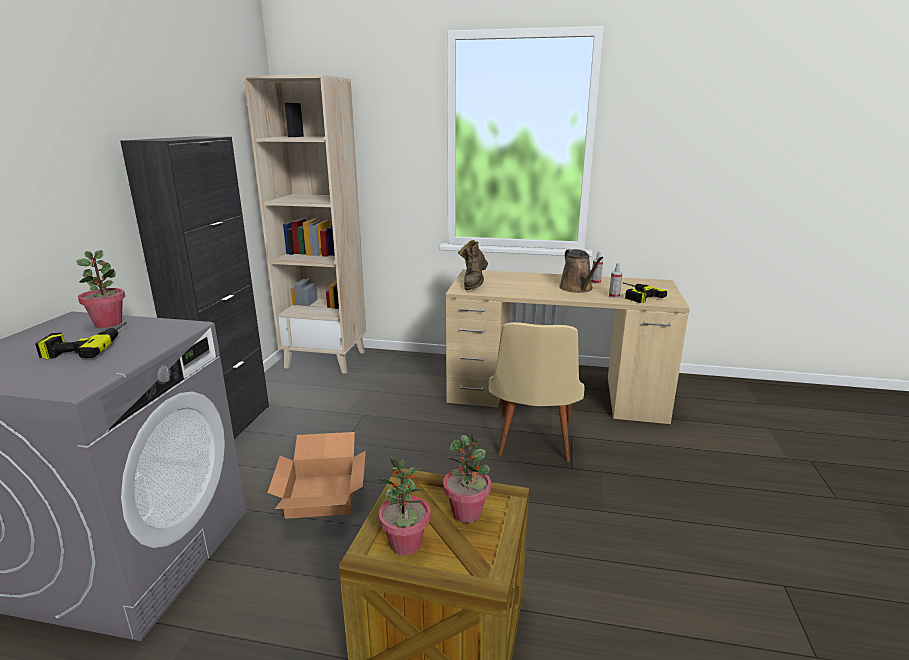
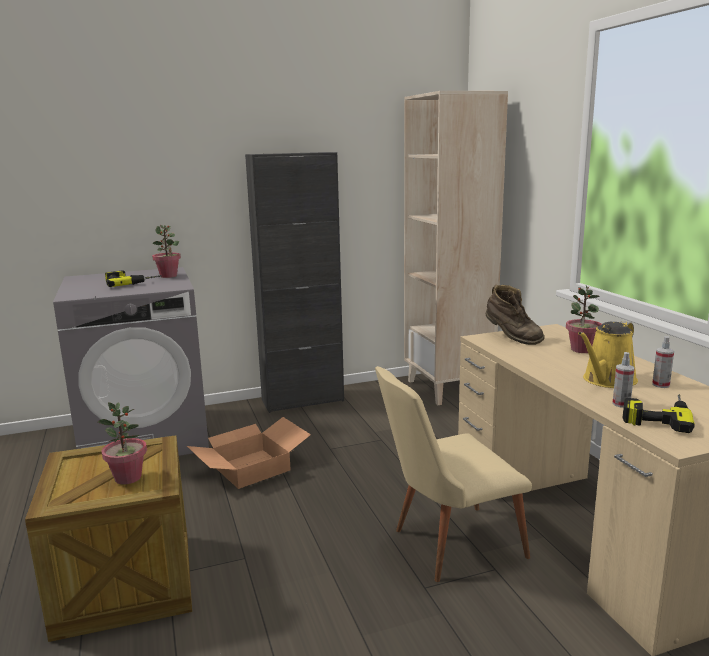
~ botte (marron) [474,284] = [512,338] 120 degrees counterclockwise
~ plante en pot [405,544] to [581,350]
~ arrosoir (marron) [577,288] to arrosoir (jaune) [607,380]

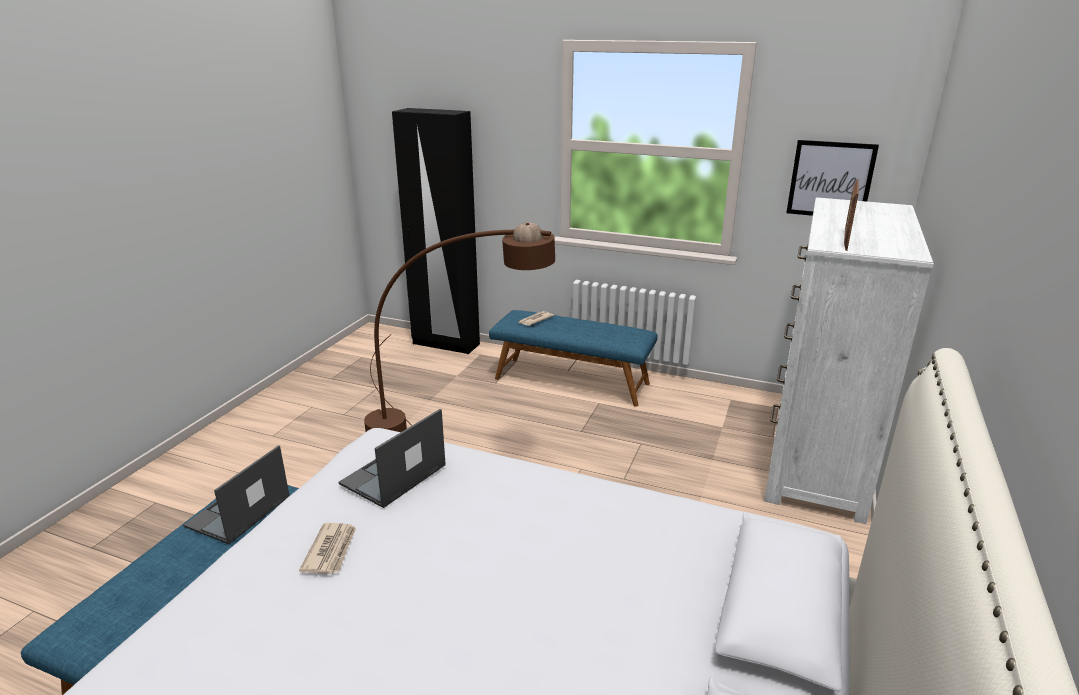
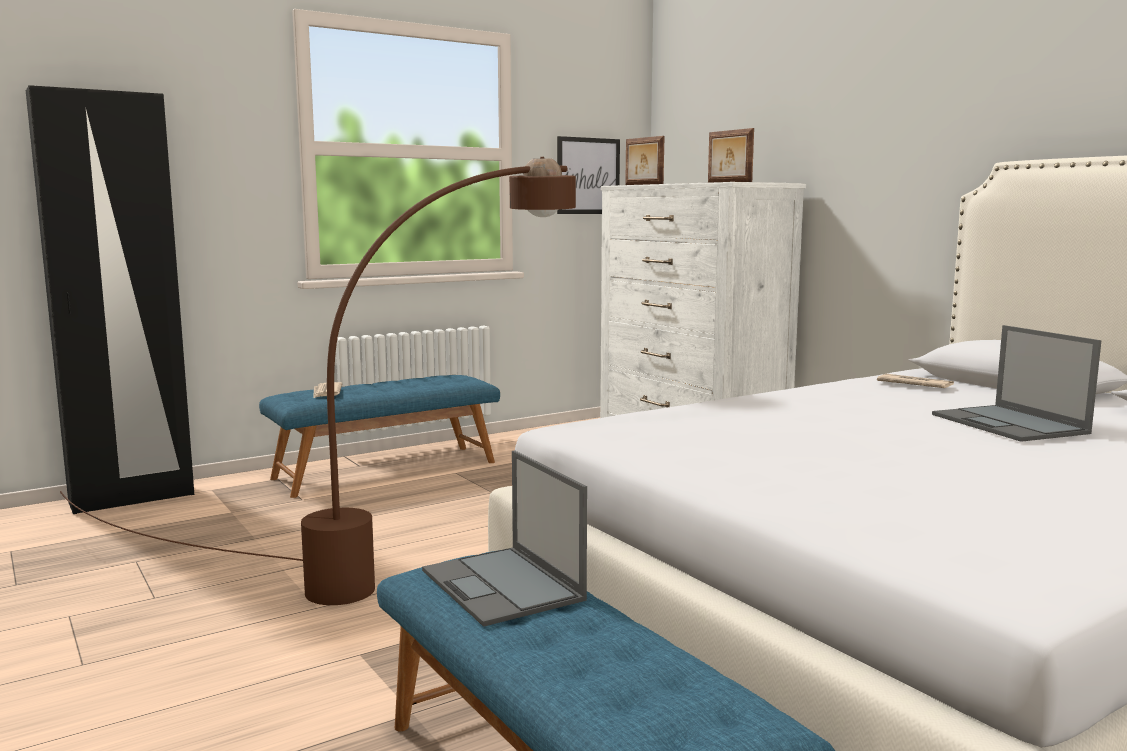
+ cadre photo [643,184]
~ journal [331,550] to [914,385]
~ ordinateur portable [392,475] to [1010,424]

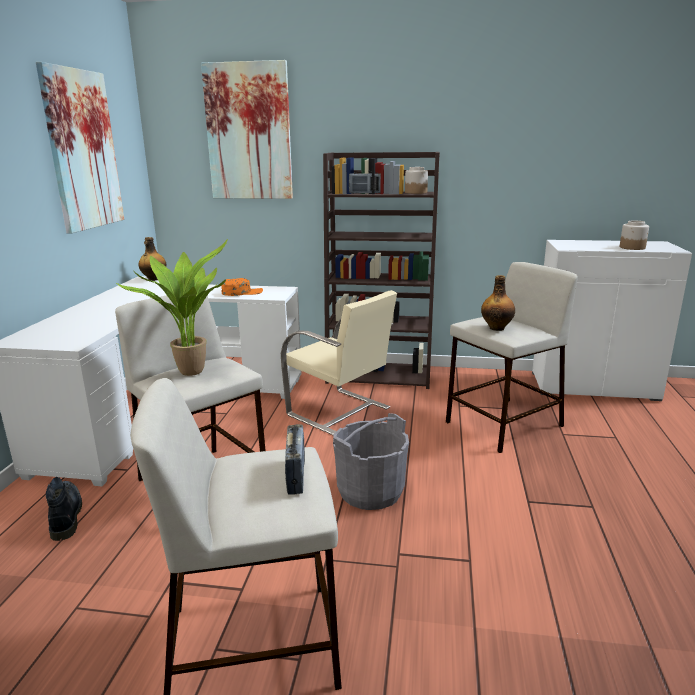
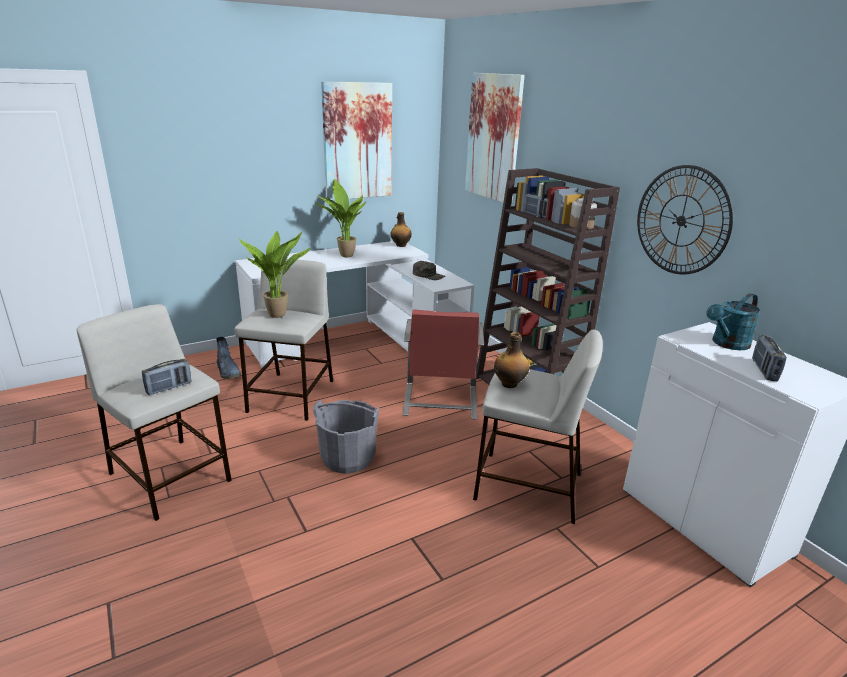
~ botte [65,514] = [229,372] 120 degrees clockwise
+ plante en pot [344,256]
~ chaise (beige) [340,412] to chaise (rouge) [439,401]
~ casquette (orange) [242,292] to casquette (vert) [428,275]
+ horloge murale [681,220]
+ arrosoir (turquoise) [727,344]
~ bocal [632,247] to radio [764,370]

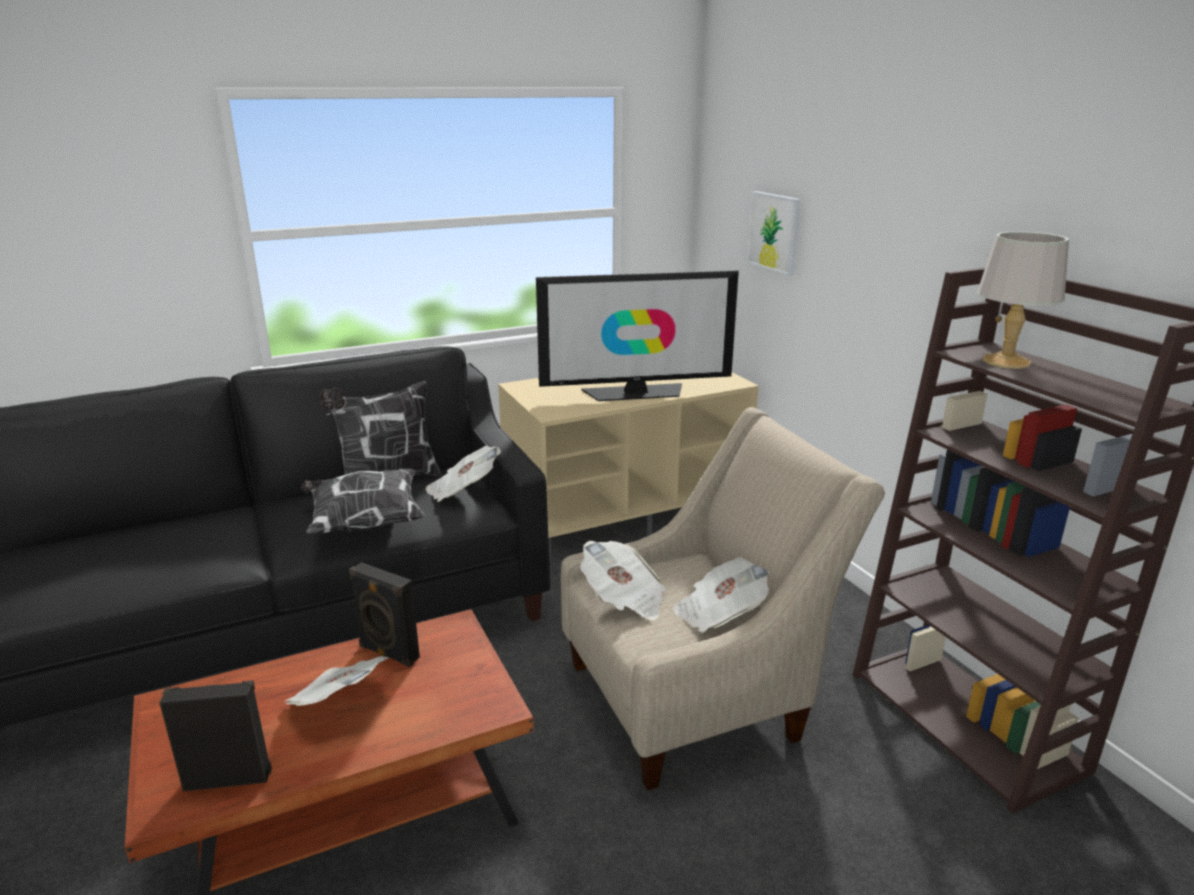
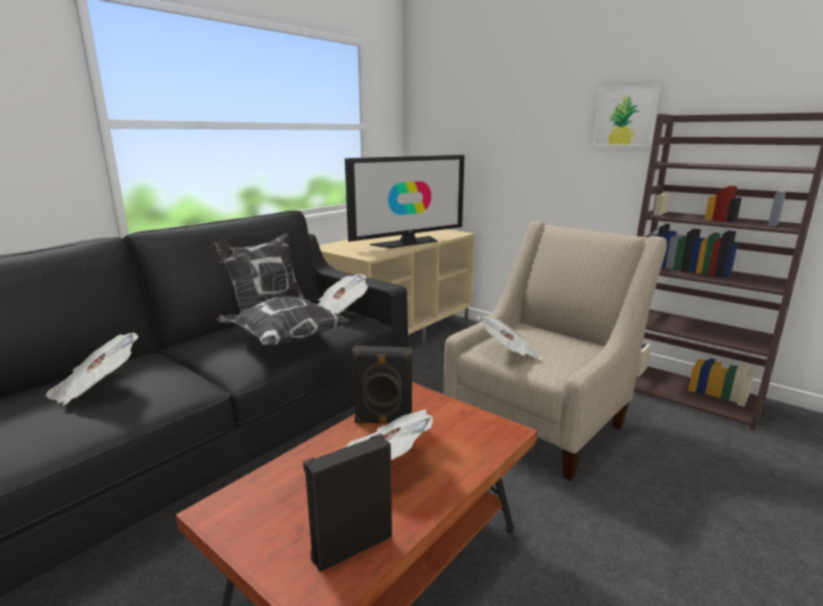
~ journal [720,614] to [96,388]
~ tableau [774,232] to [624,116]
- lampe de table (gris) [1006,362]

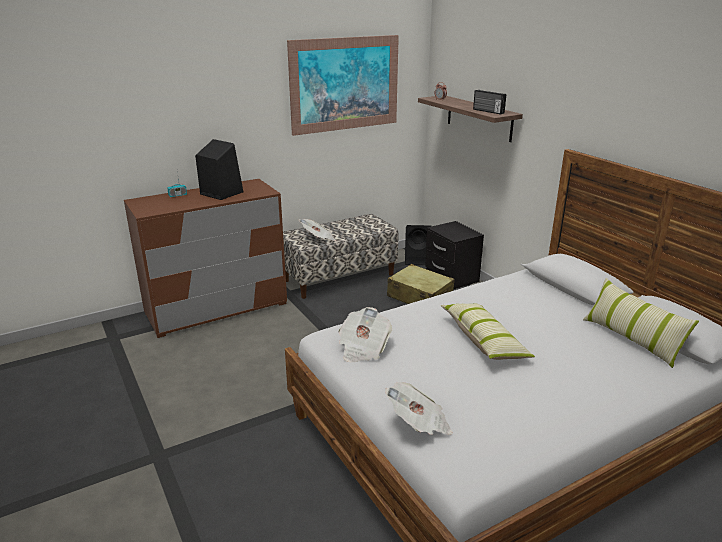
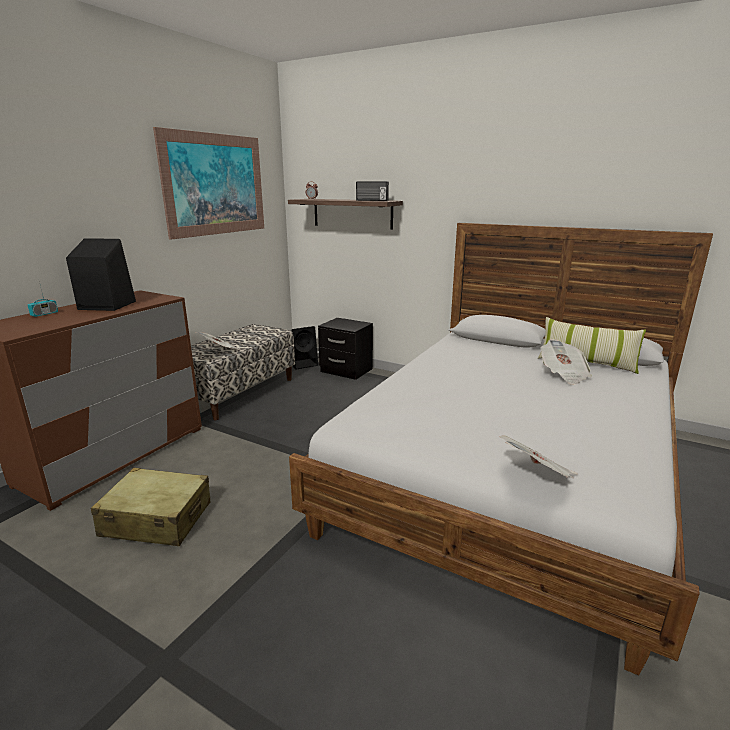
~ valise (beige) [419,297] to [157,519]
~ journal [363,348] to [563,374]
- coussin [484,340]

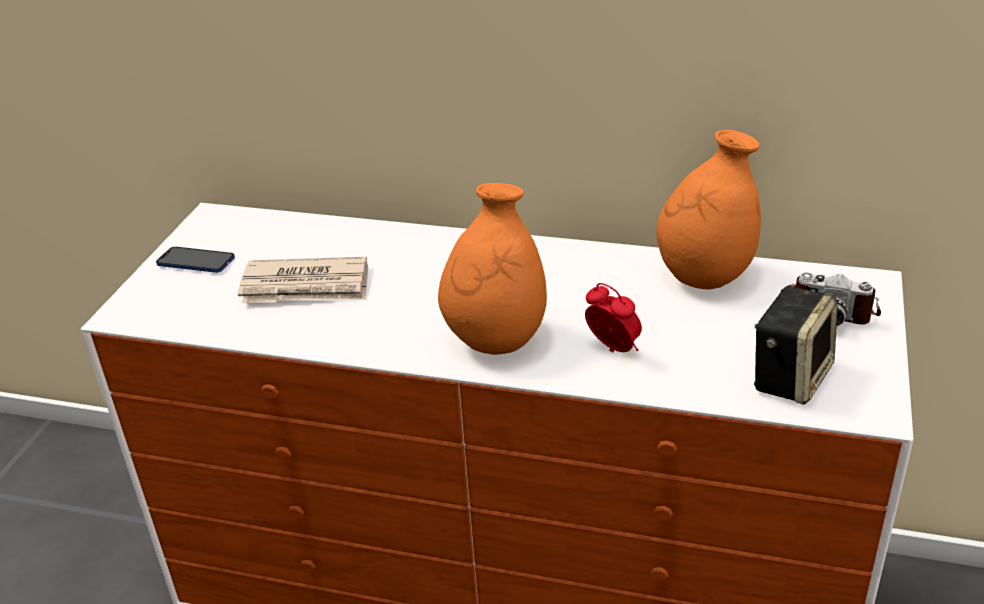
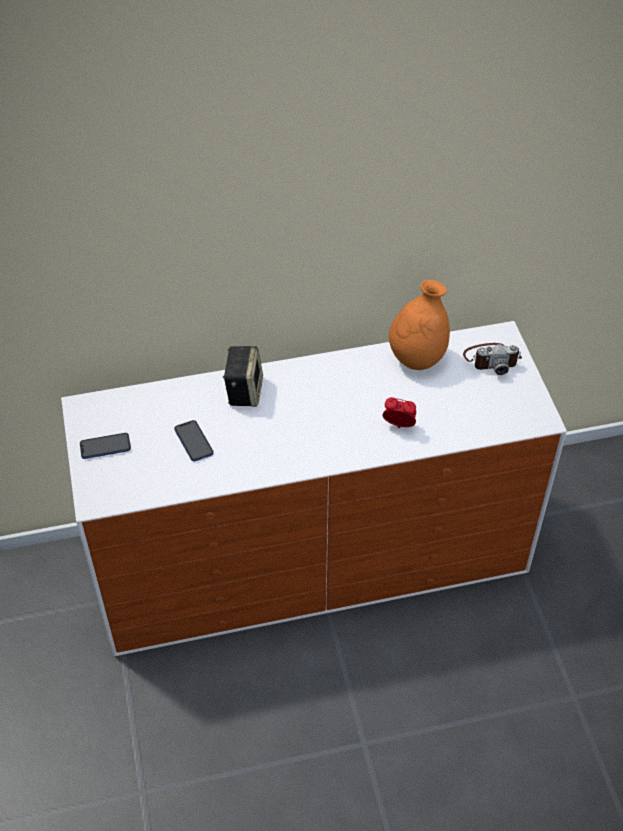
~ journal [306,286] to téléphone [194,441]
~ enceinte [790,376] to [243,390]
- vase (orange) [496,340]

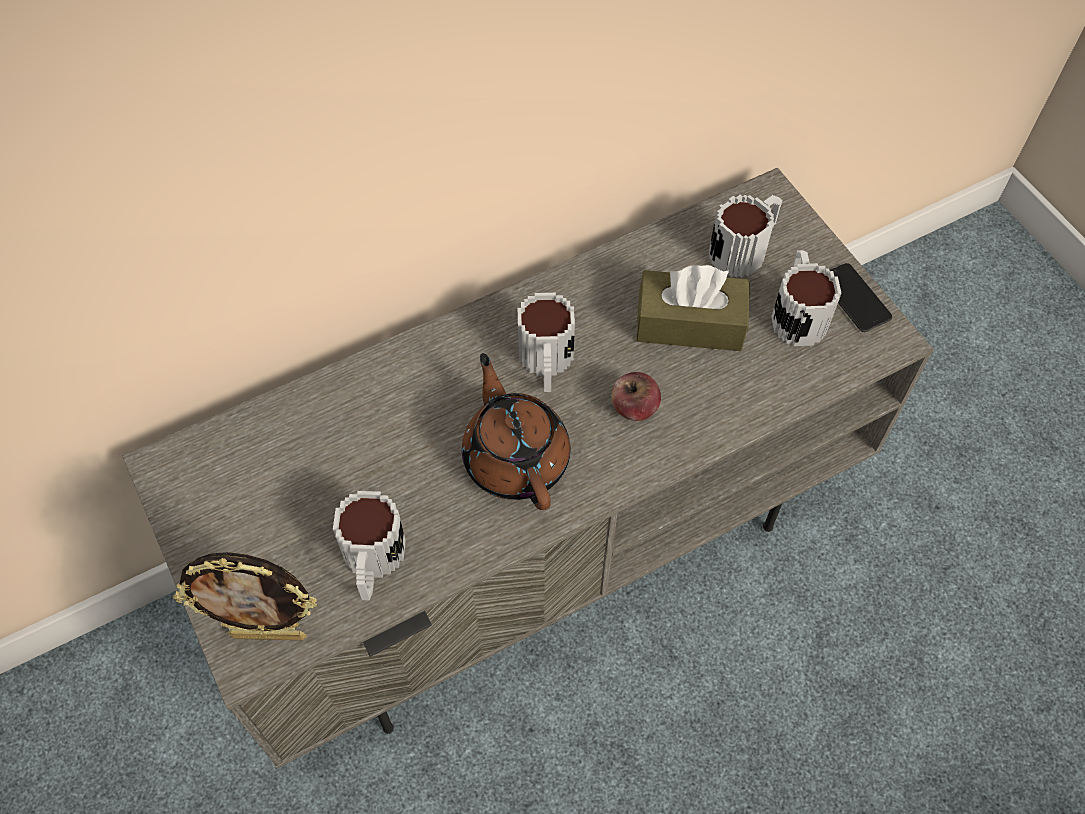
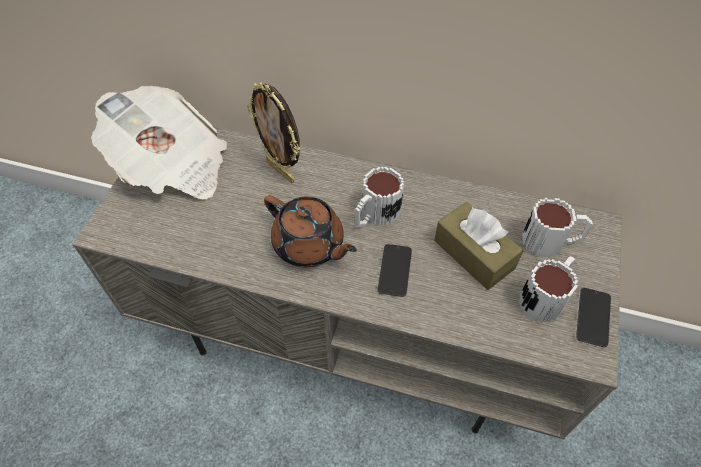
+ journal [172,166]
~ cadre photo [269,634] to [281,171]
~ théière (marron) [516,457] = [309,245] 105 degrees clockwise
~ pomme [634,407] to téléphone [394,270]
- mug [373,563]

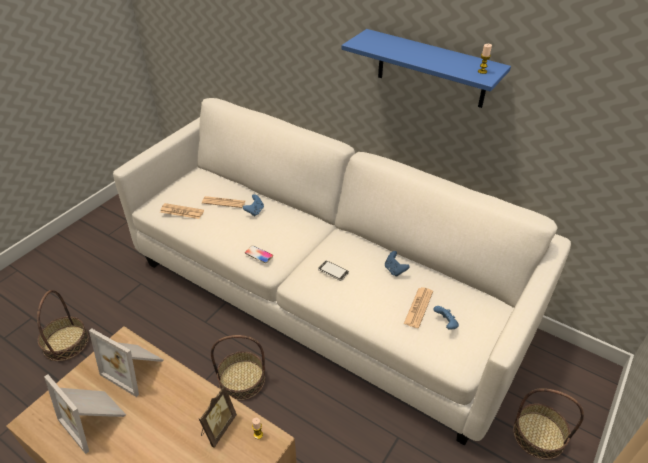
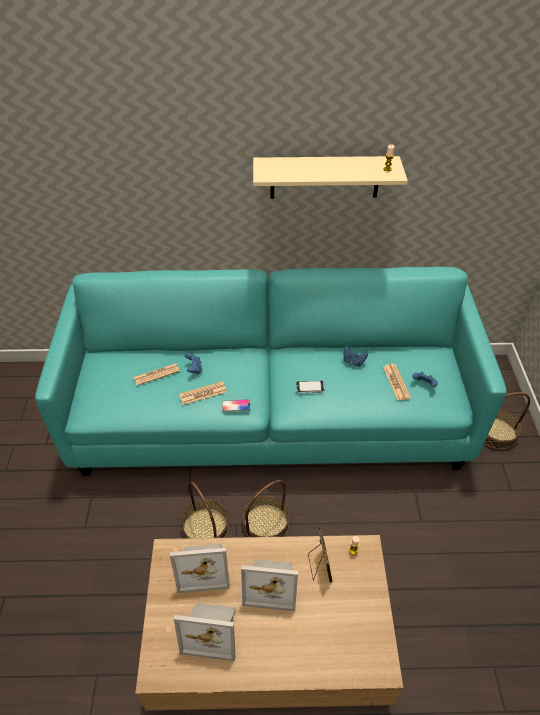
~ canapé (blanc) [324,296] to canapé (turquoise) [270,415]
~ journal [182,211] to [203,393]
~ panier [66,343] to [205,528]
+ cadre photo [271,583]
~ étagère (bleu) [431,69] to étagère (beige) [325,177]

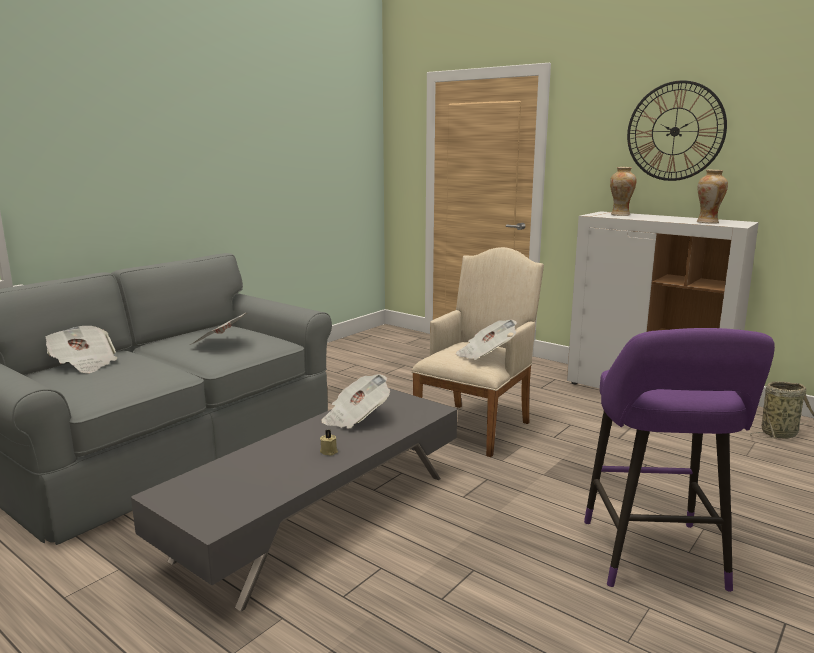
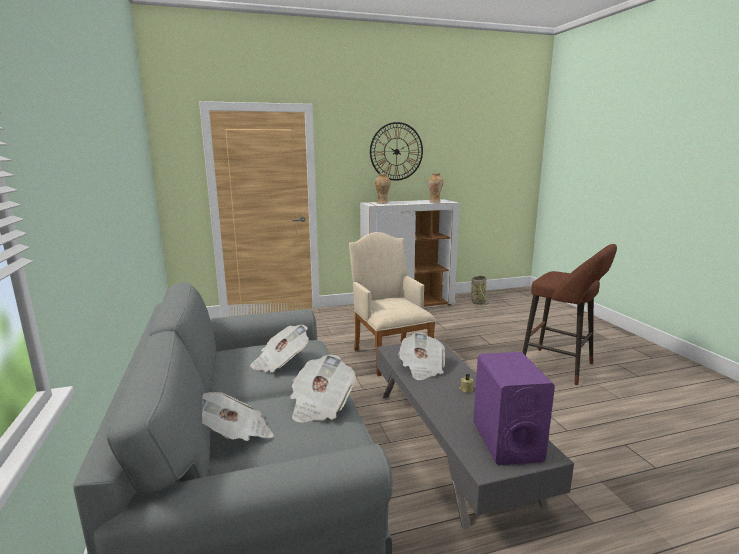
~ journal [485,354] to [320,405]
+ enceinte (violet) [506,441]
~ tabouret (violet) [655,559] to tabouret (marron) [561,367]

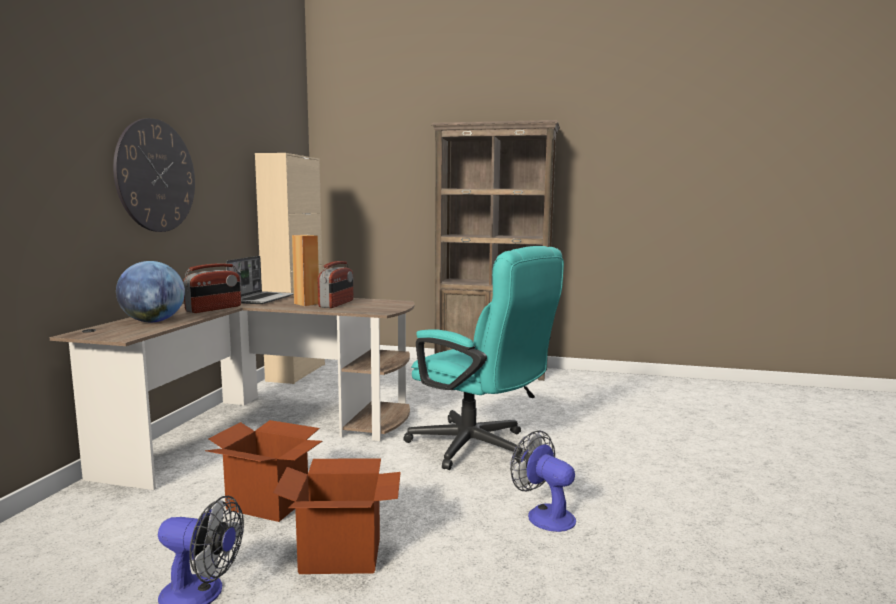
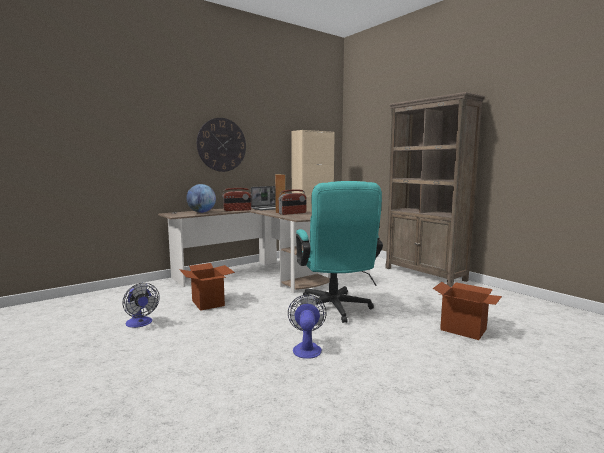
~ carton [341,555] to [463,330]

